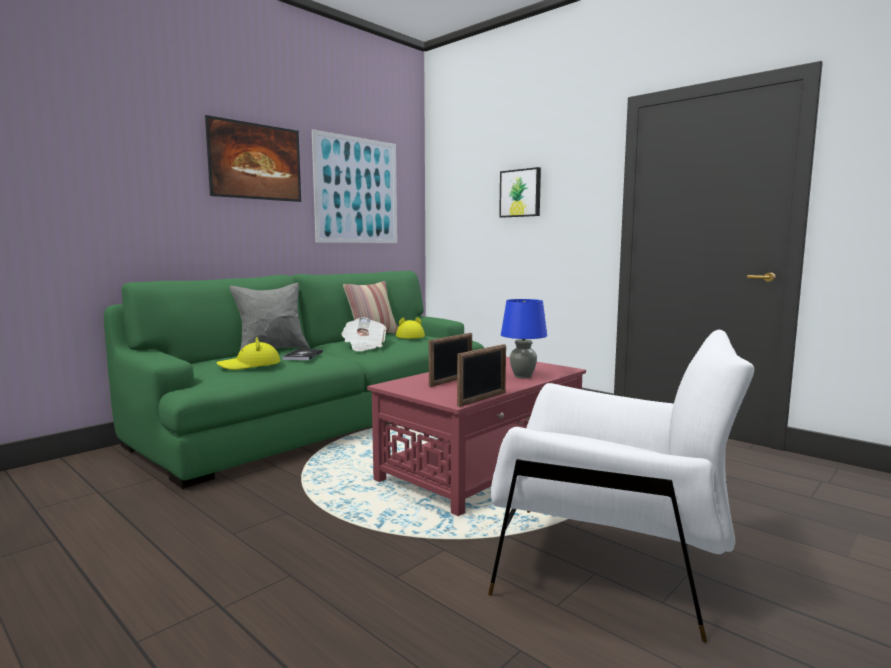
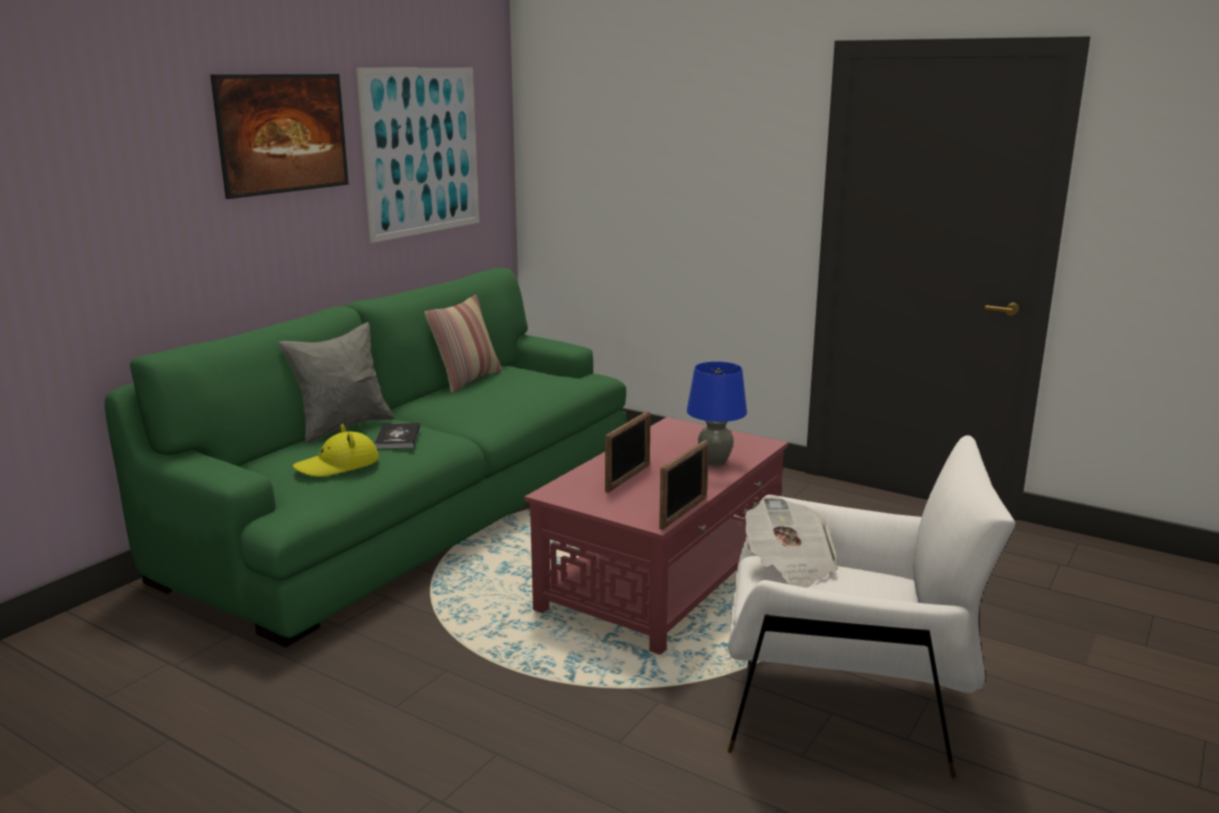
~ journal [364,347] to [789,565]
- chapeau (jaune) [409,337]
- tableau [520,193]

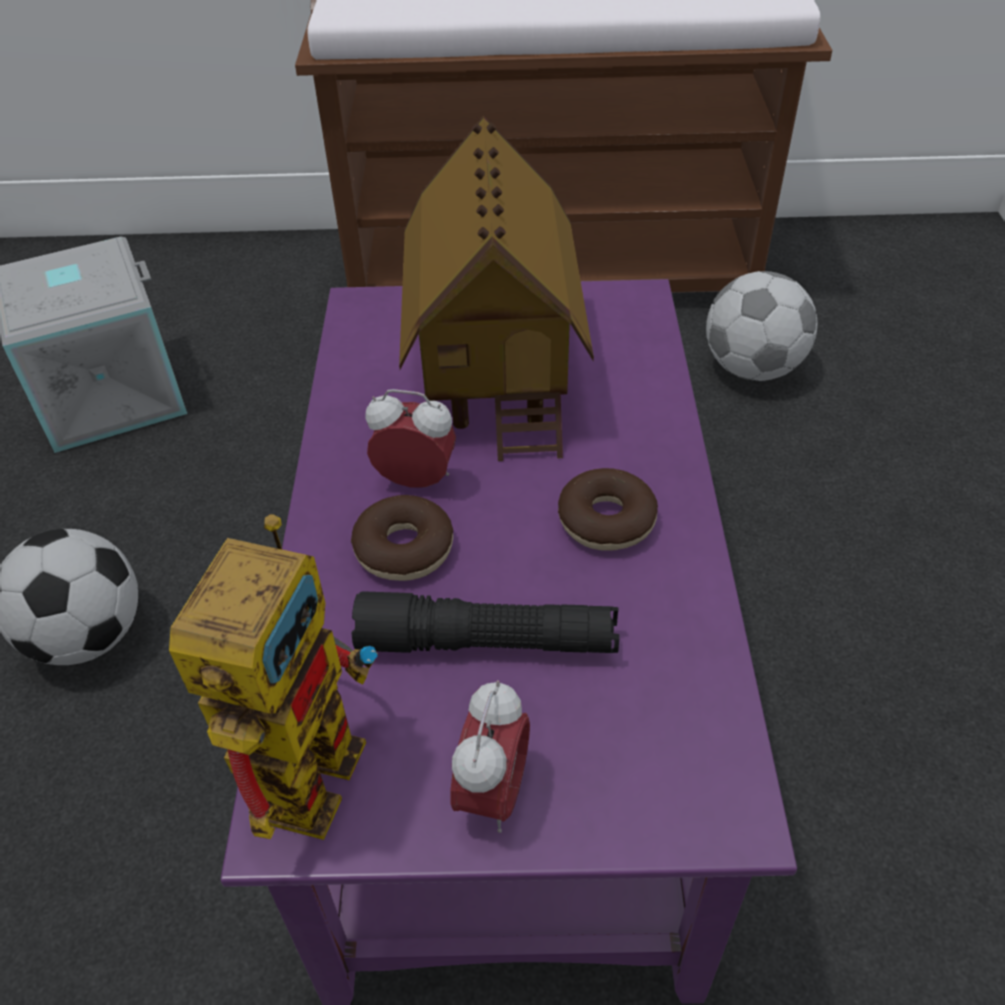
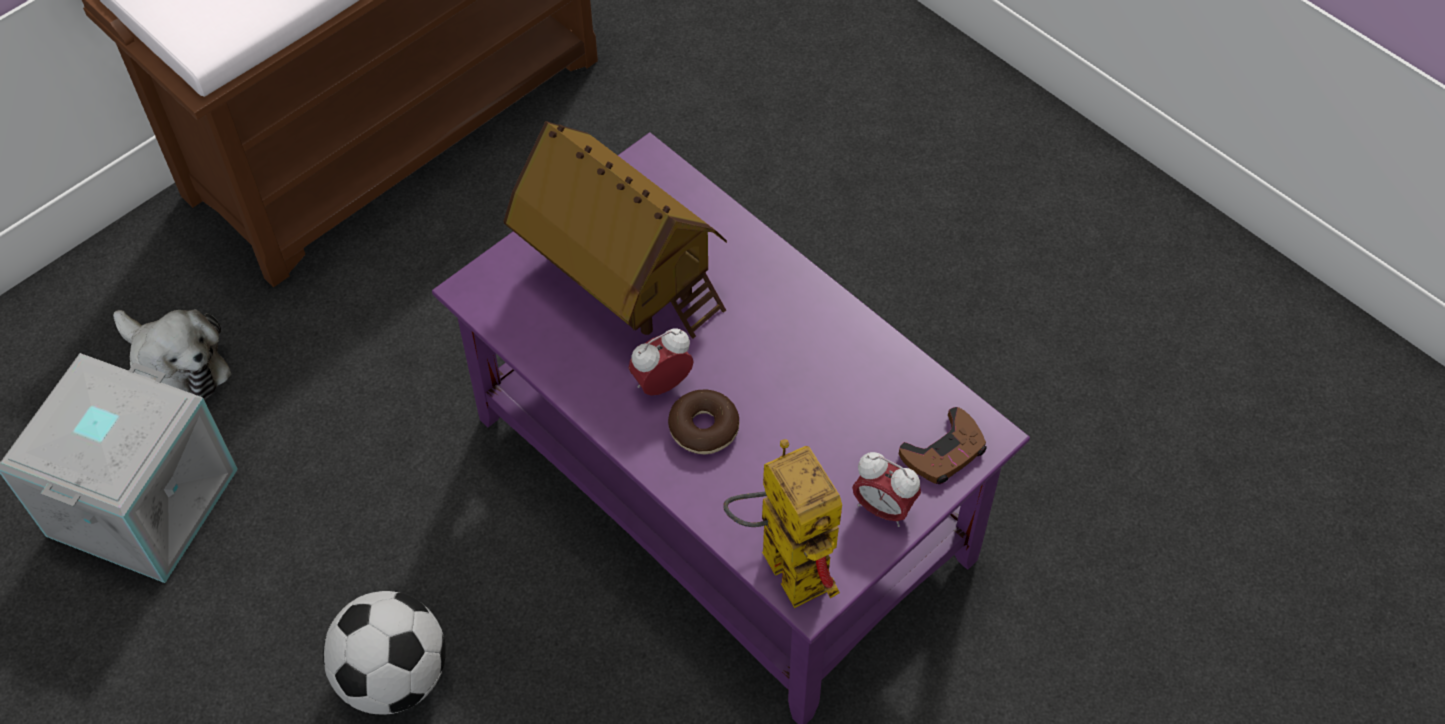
+ peluche [176,366]
~ réveil [492,793] = [883,508] 150 degrees clockwise
+ manette (marron) [944,452]
- lampe de poche (noir) [487,642]
- beignet [606,520]
- ballon de foot [752,369]

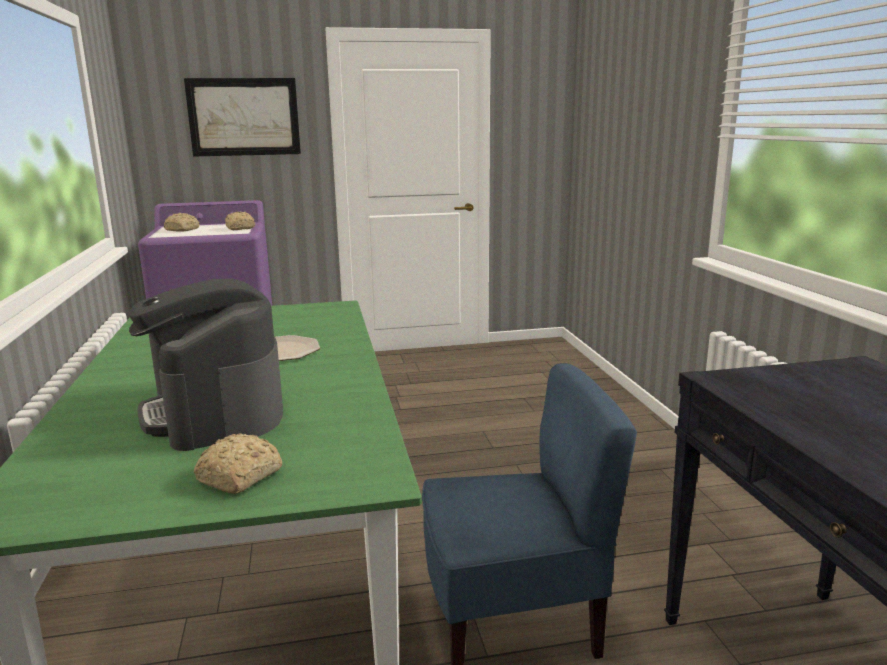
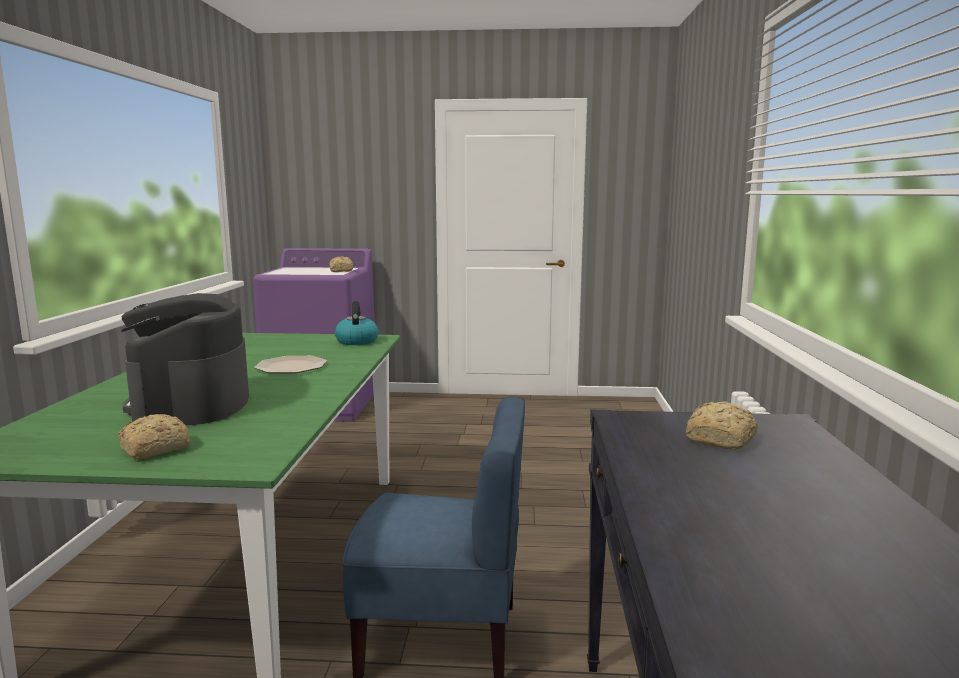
+ bouilloire [356,341]
~ pain [183,230] to [722,439]
- tableau [244,117]

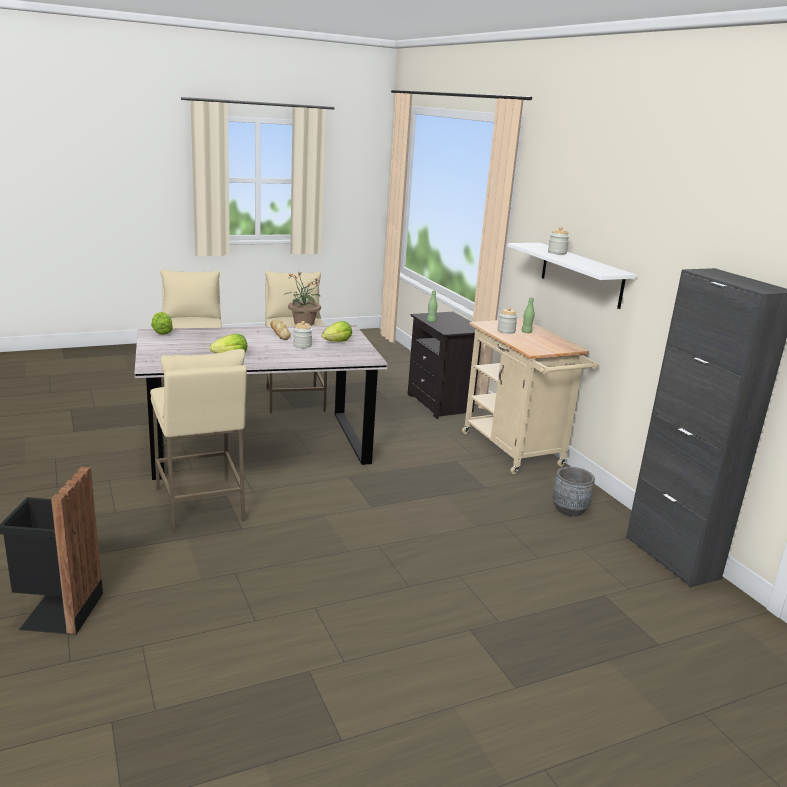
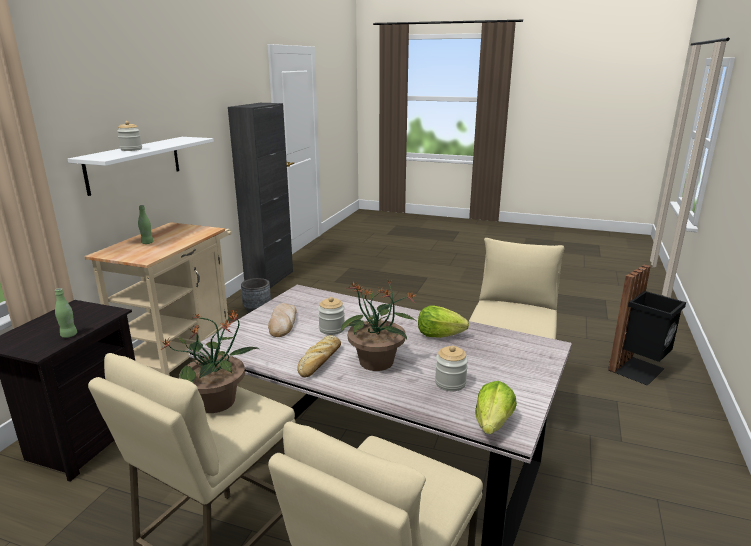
~ laitue [337,342] to pain [283,323]
+ plante en pot [377,362]
~ bocal [506,331] to [450,383]

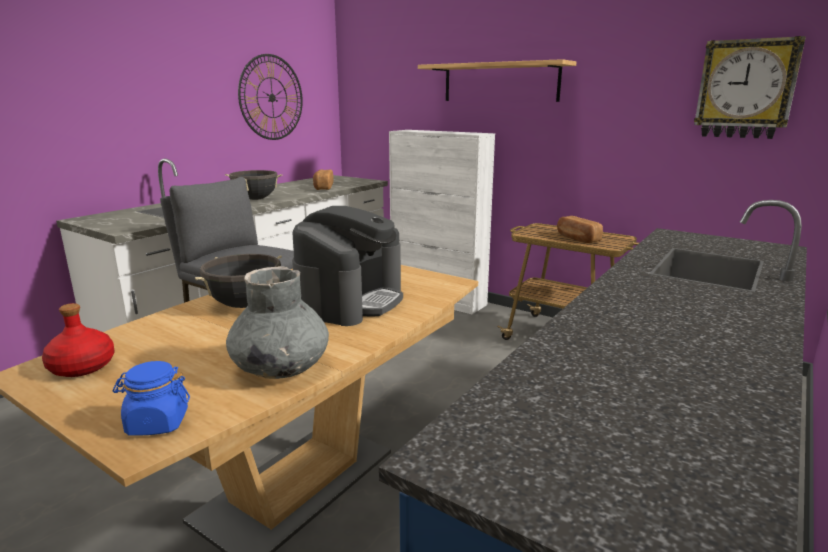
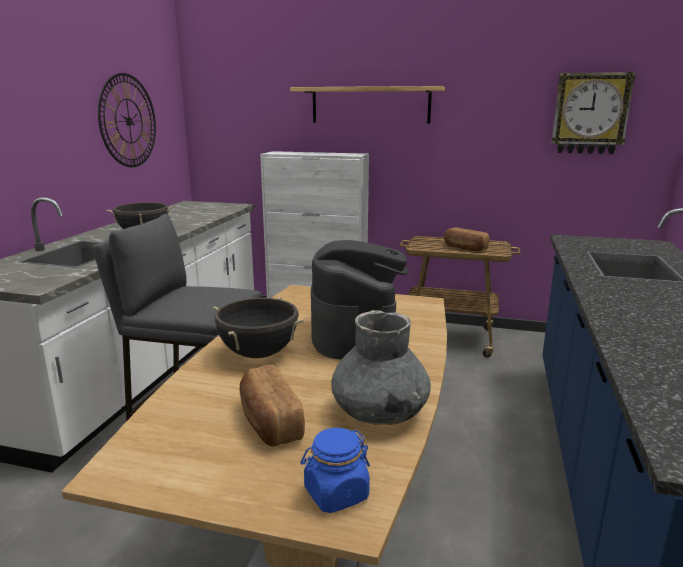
~ pain [323,187] to [269,421]
- bouteille (rouge) [81,367]

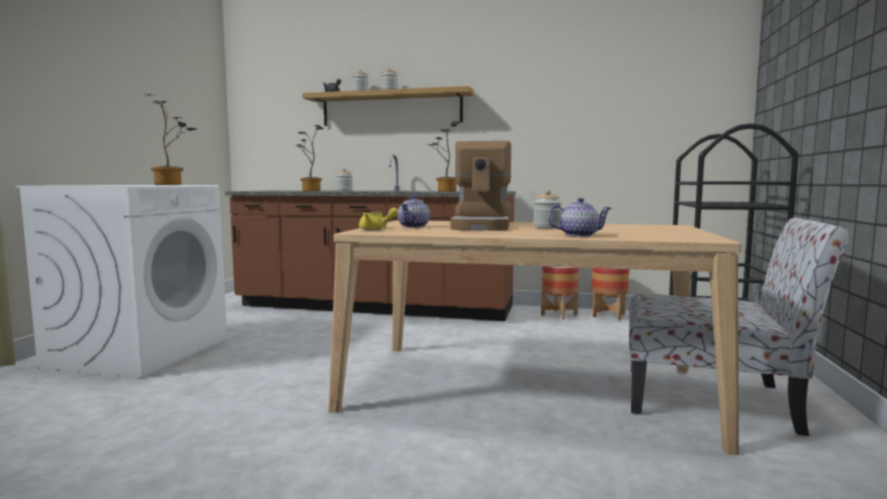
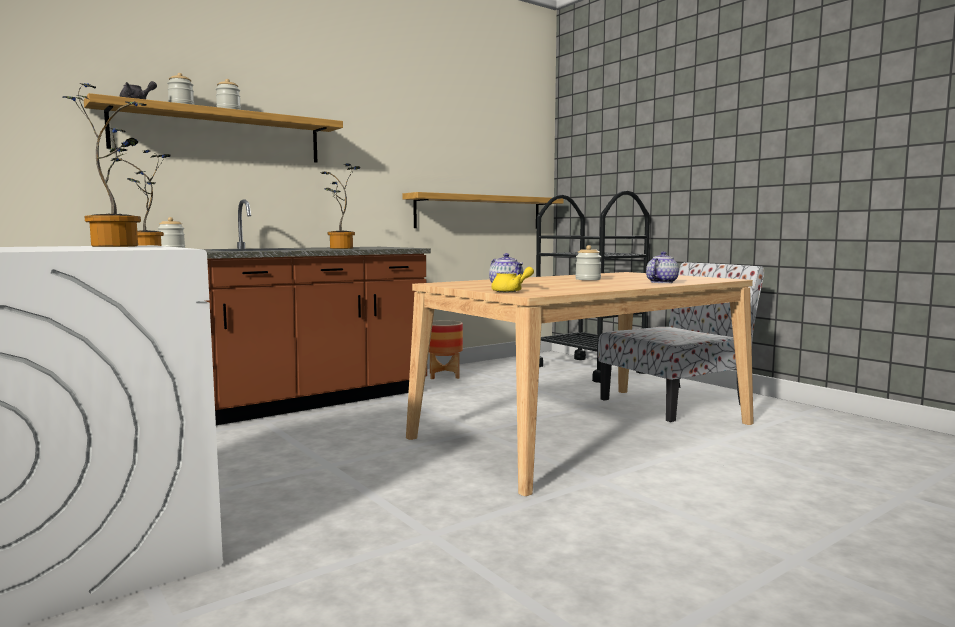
+ étagère [480,212]
- machine à café [483,226]
- cache-pot [608,315]

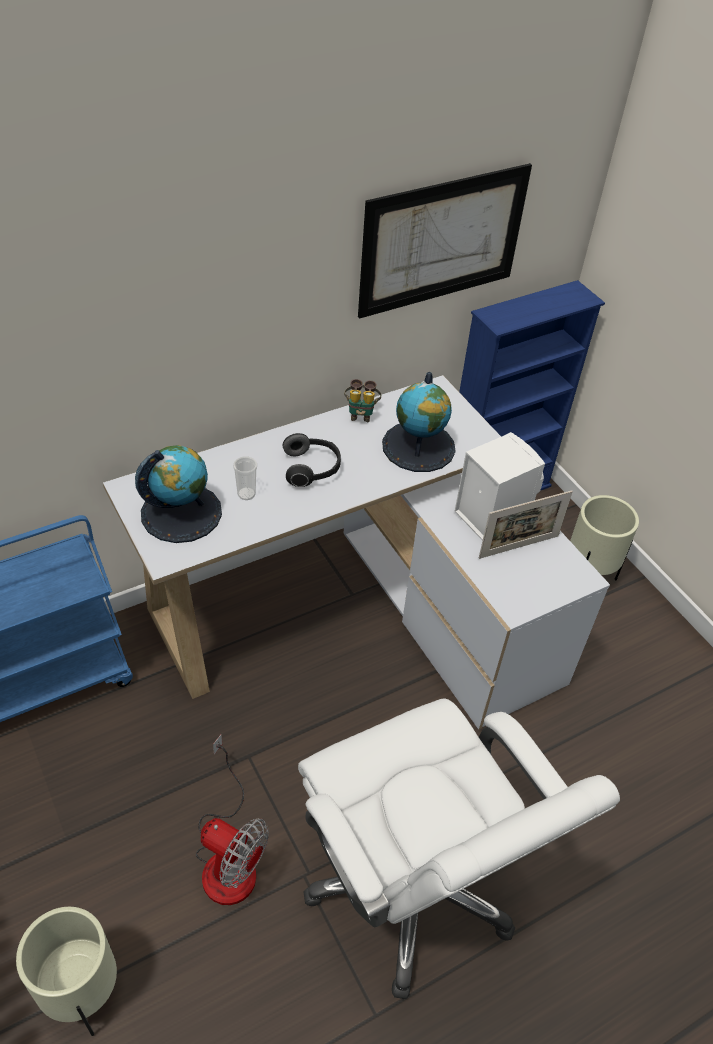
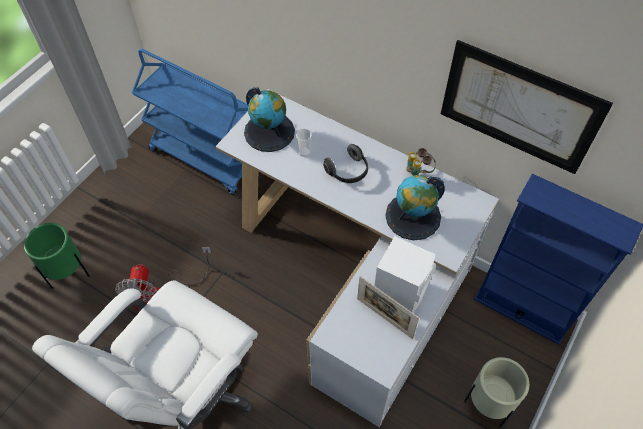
~ cache-pot (beige) [84,993] to cache-pot (vert) [69,274]

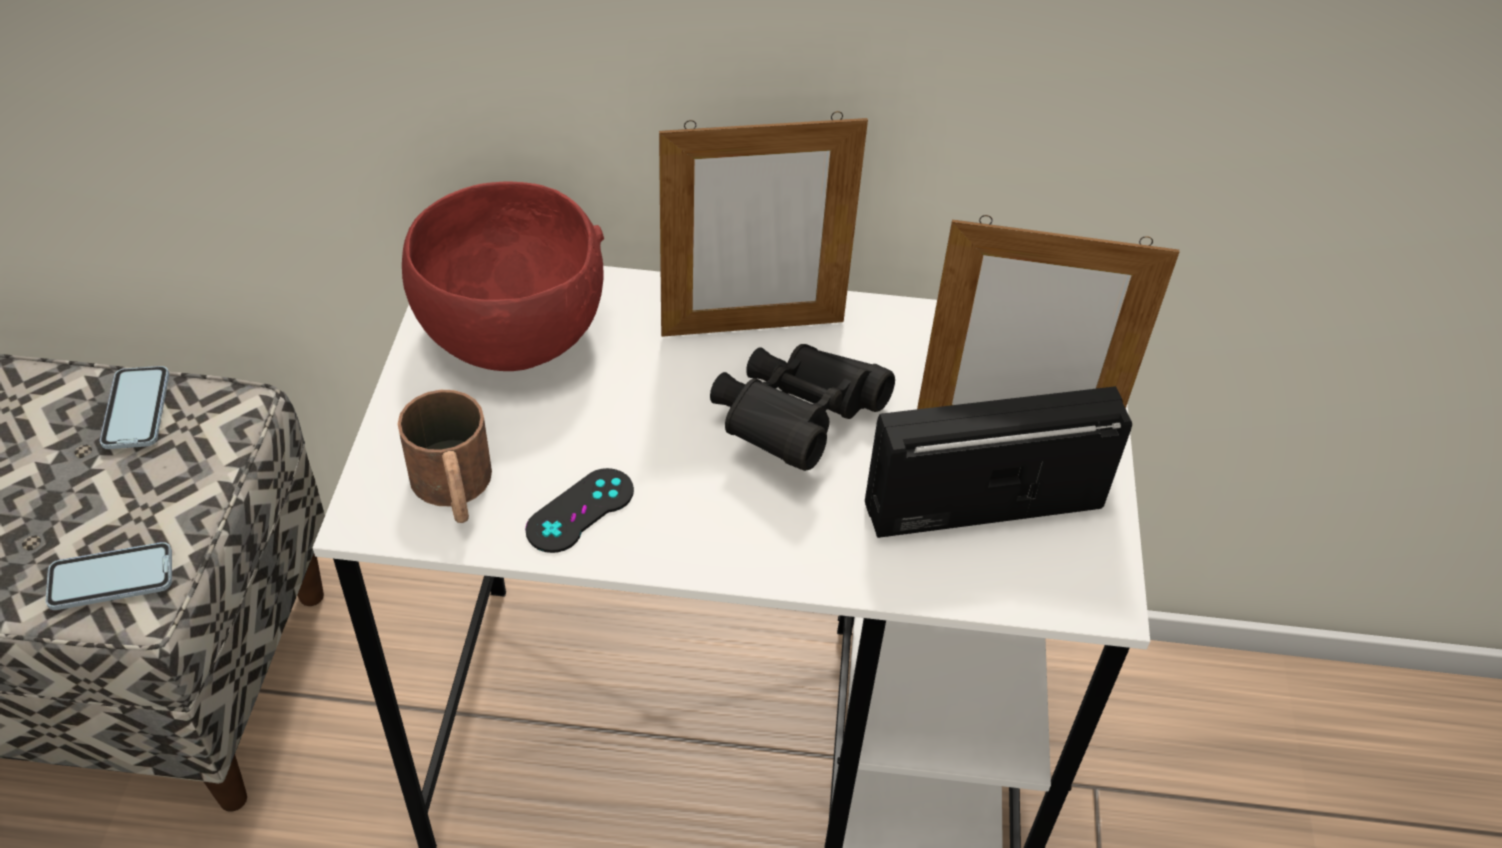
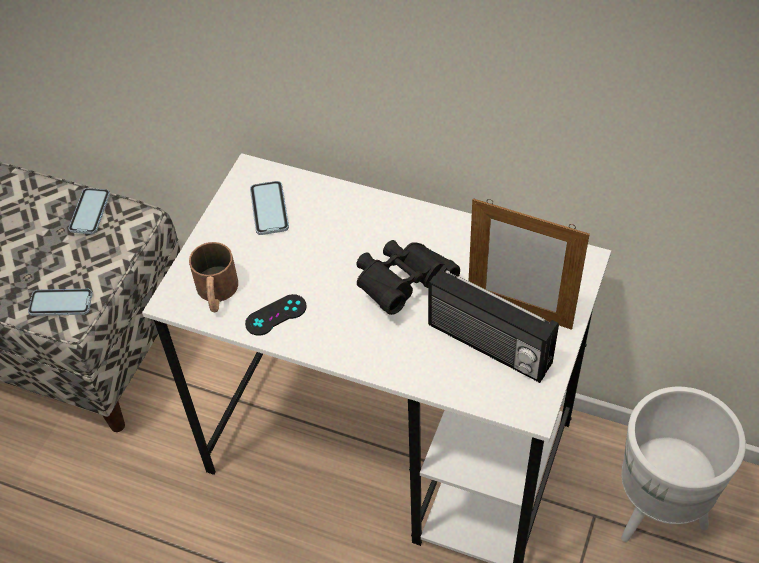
~ bol (rouge) [512,332] to téléphone [269,209]
~ radio [982,502] = [488,346] 150 degrees counterclockwise
+ cache-pot (blanc) [658,513]
- cadre photo [753,327]

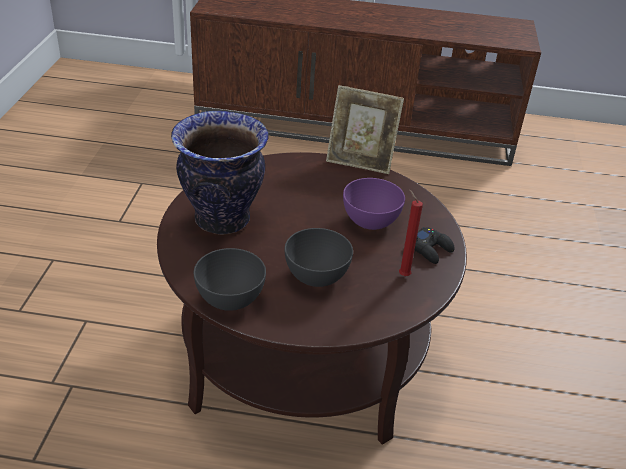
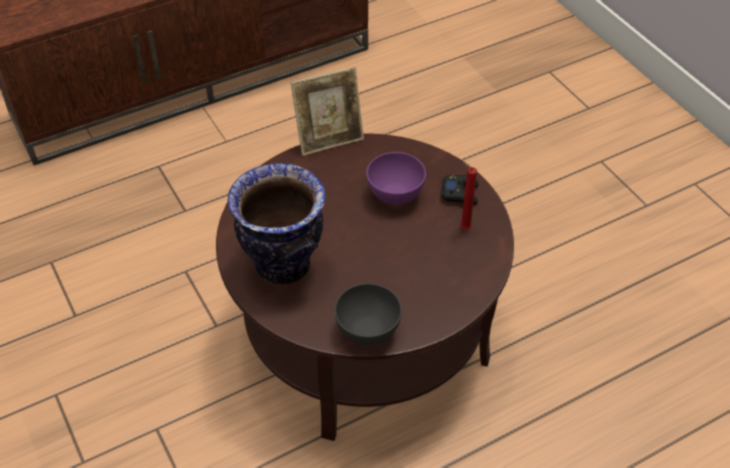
- bol (gris) [317,276]

